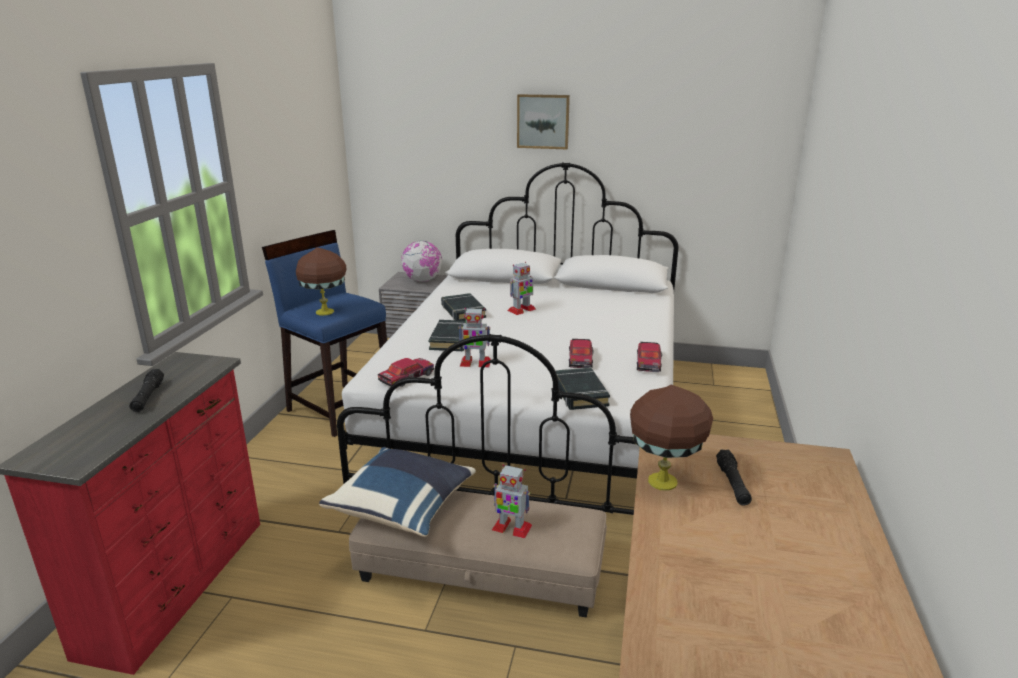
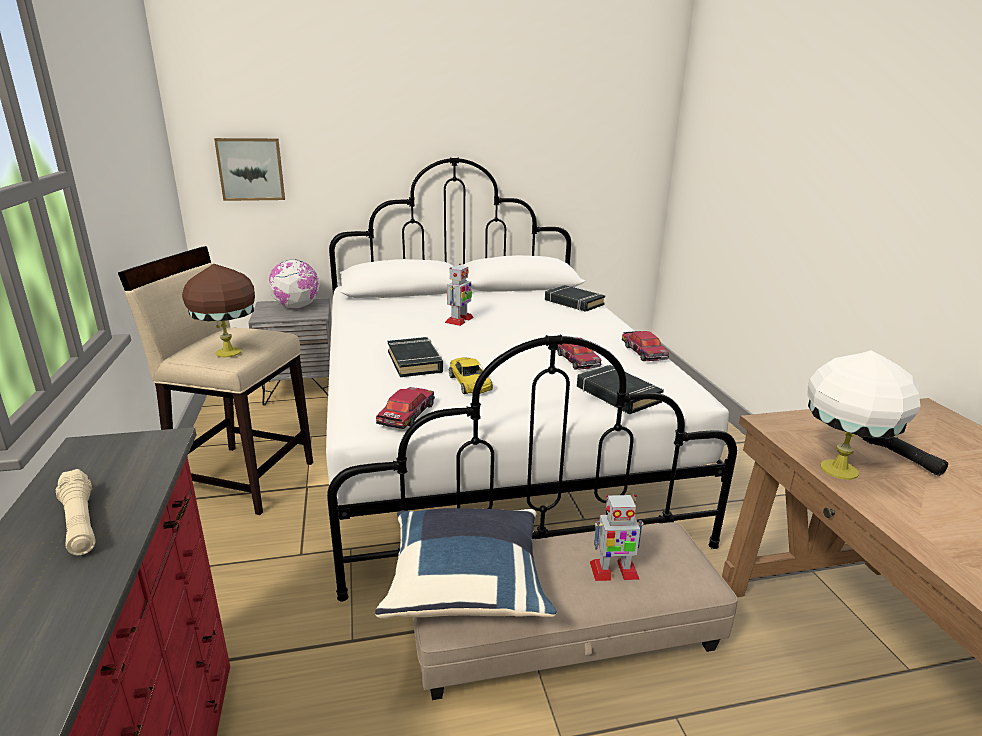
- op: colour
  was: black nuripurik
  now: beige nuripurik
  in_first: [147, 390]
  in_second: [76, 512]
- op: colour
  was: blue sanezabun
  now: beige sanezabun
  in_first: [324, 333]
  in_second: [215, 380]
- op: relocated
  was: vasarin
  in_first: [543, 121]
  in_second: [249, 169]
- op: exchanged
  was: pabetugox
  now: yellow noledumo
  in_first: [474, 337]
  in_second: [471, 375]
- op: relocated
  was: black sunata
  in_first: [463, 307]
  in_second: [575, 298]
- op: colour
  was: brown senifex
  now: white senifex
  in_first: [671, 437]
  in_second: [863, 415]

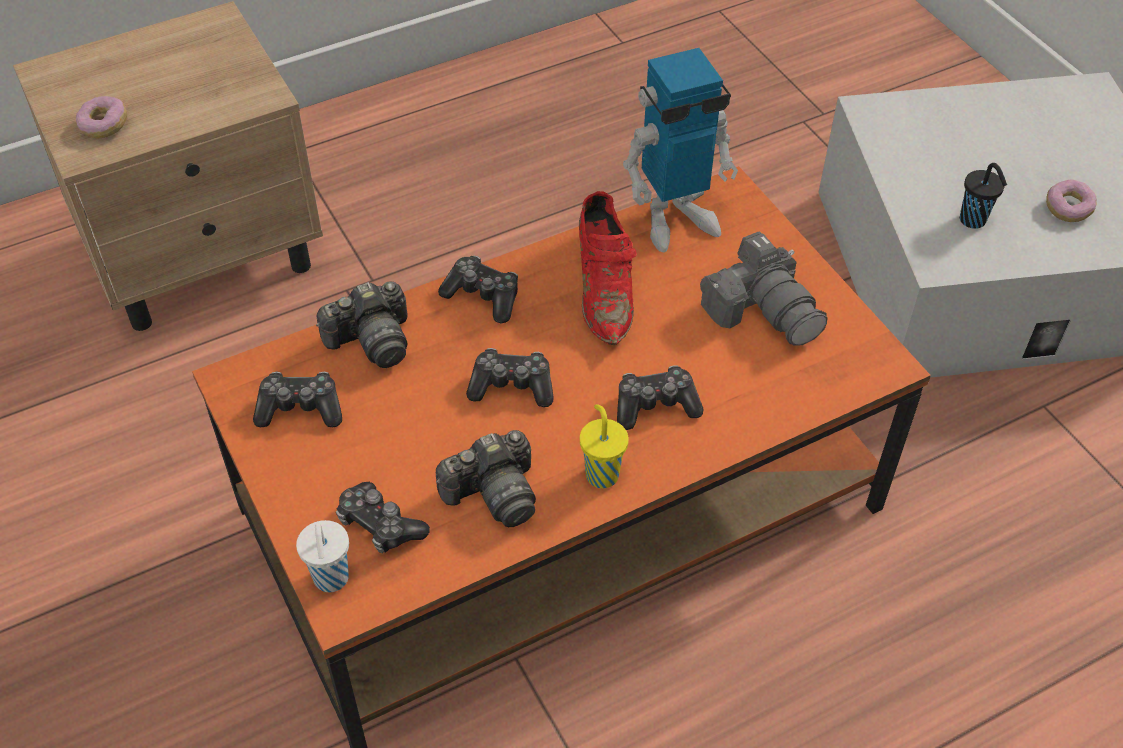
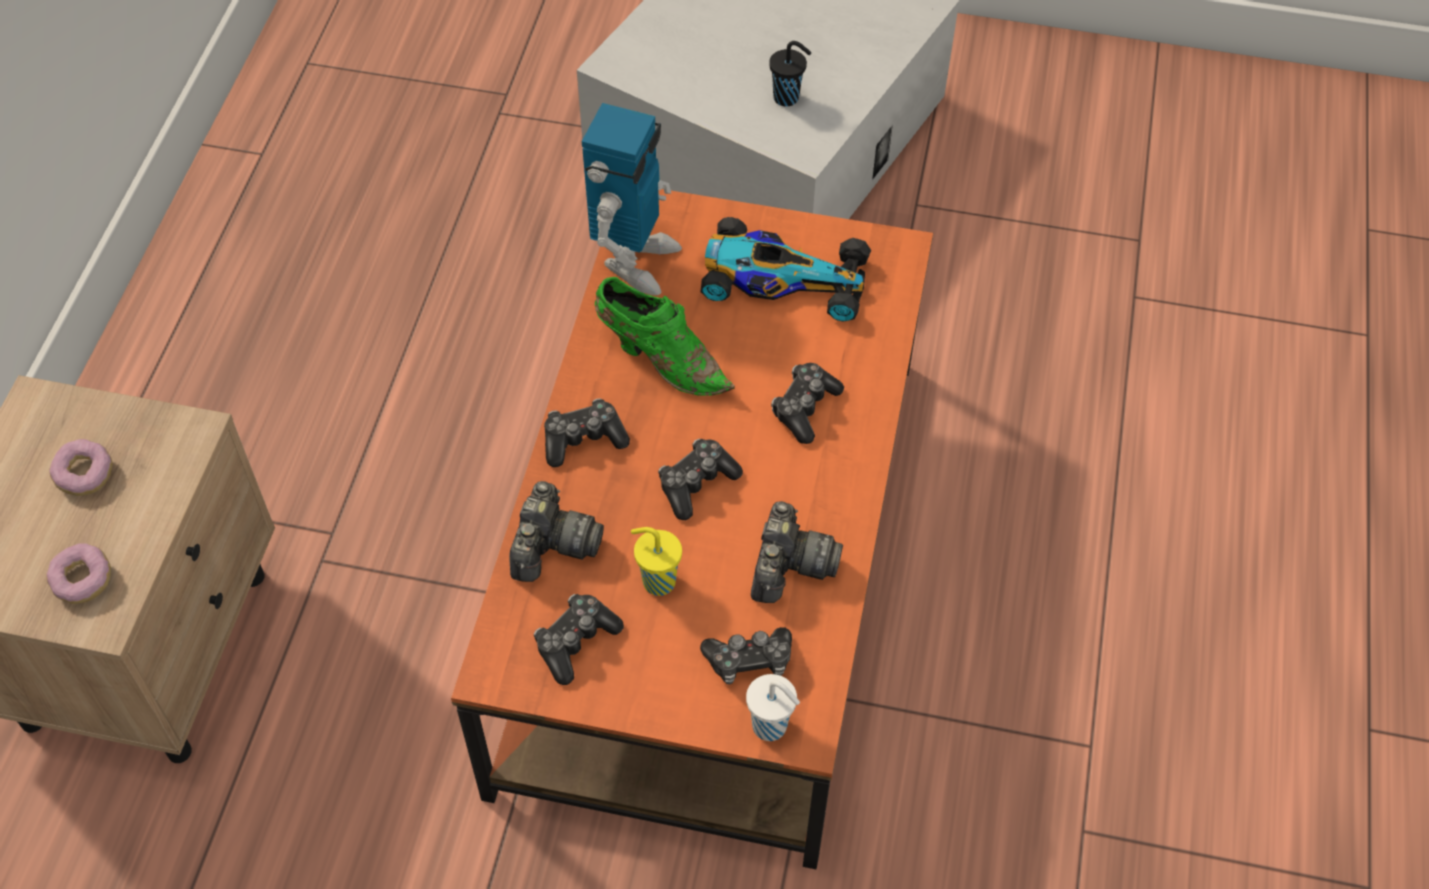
- op: relocated
  was: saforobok
  in_first: [1071, 200]
  in_second: [80, 467]
- op: colour
  was: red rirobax
  now: green rirobax
  in_first: [608, 268]
  in_second: [665, 336]
- op: relocated
  was: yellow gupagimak
  in_first: [604, 446]
  in_second: [656, 561]
- op: exchanged
  was: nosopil
  now: noledumo
  in_first: [764, 289]
  in_second: [786, 269]

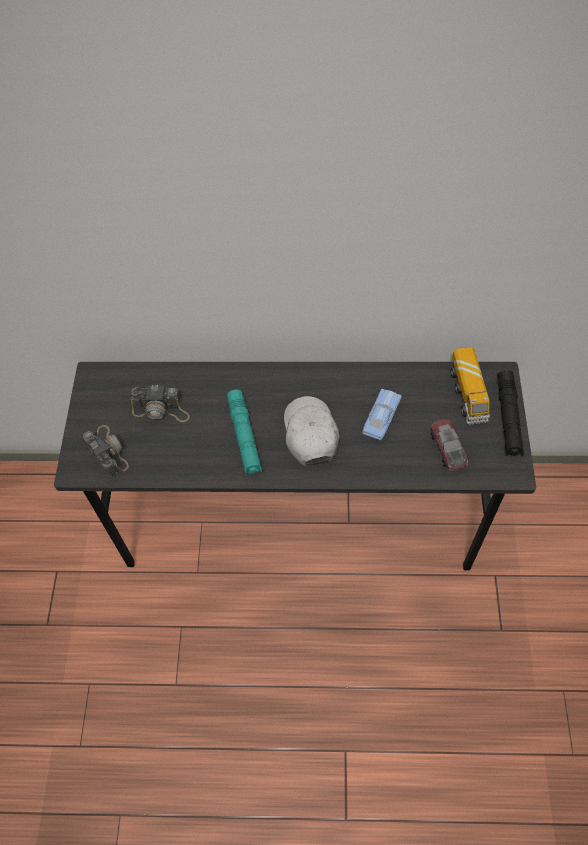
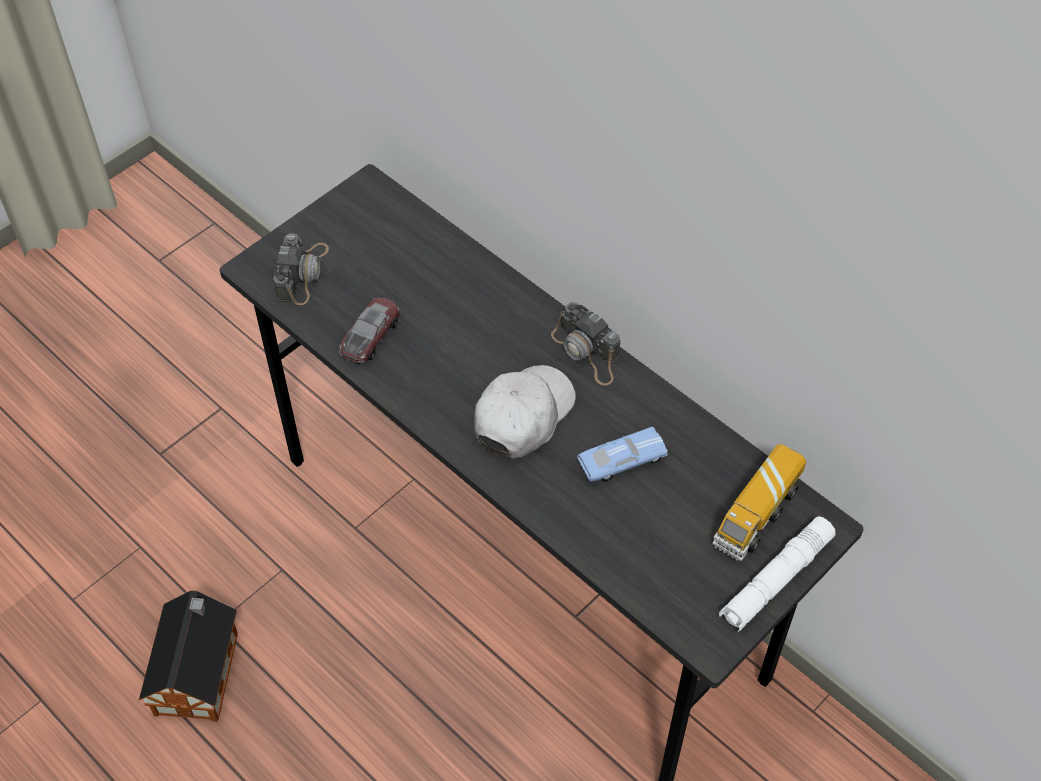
- op: appeared
  now: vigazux
  in_second: [188, 656]
- op: relocated
  was: noledumo
  in_first: [449, 445]
  in_second: [369, 331]
- op: relocated
  was: nosopil
  in_first: [160, 403]
  in_second: [585, 344]
- op: colour
  was: black nuripurik
  now: white nuripurik
  in_first: [510, 413]
  in_second: [777, 574]
- op: missing
  was: turquoise nuripurik
  in_first: [244, 432]

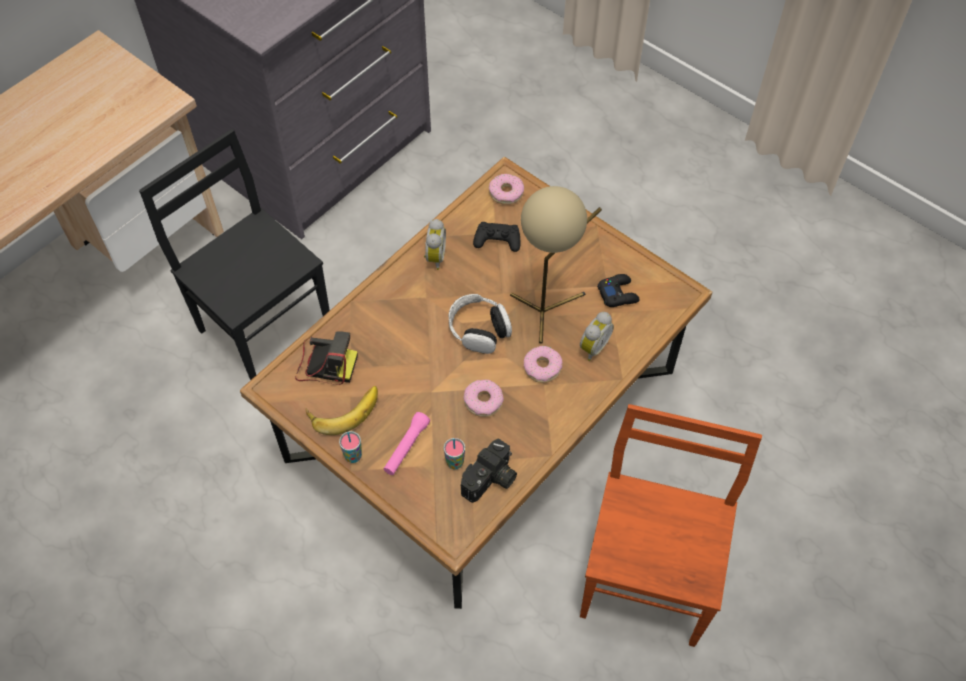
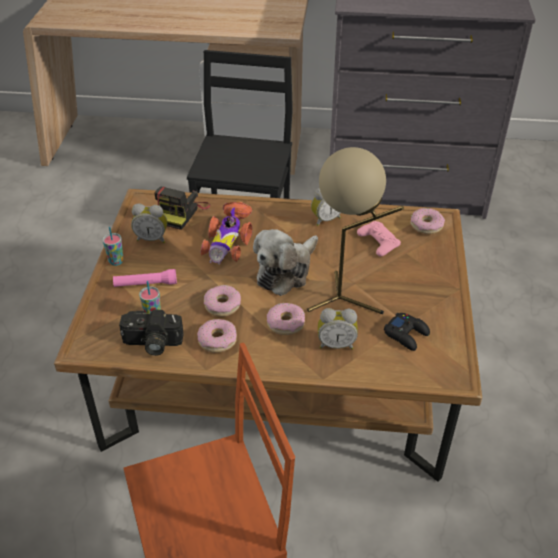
- op: exchanged
  was: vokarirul
  now: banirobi
  in_first: [342, 410]
  in_second: [149, 223]
- op: spun
  was: nosopil
  in_first: [326, 358]
  in_second: [182, 208]
  clockwise: 45
- op: appeared
  now: saforobok
  in_second: [217, 336]
- op: appeared
  now: noledumo
  in_second: [227, 233]
- op: exchanged
  was: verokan
  now: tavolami
  in_first: [480, 324]
  in_second: [285, 262]
- op: colour
  was: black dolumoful
  now: pink dolumoful
  in_first: [497, 237]
  in_second: [379, 238]

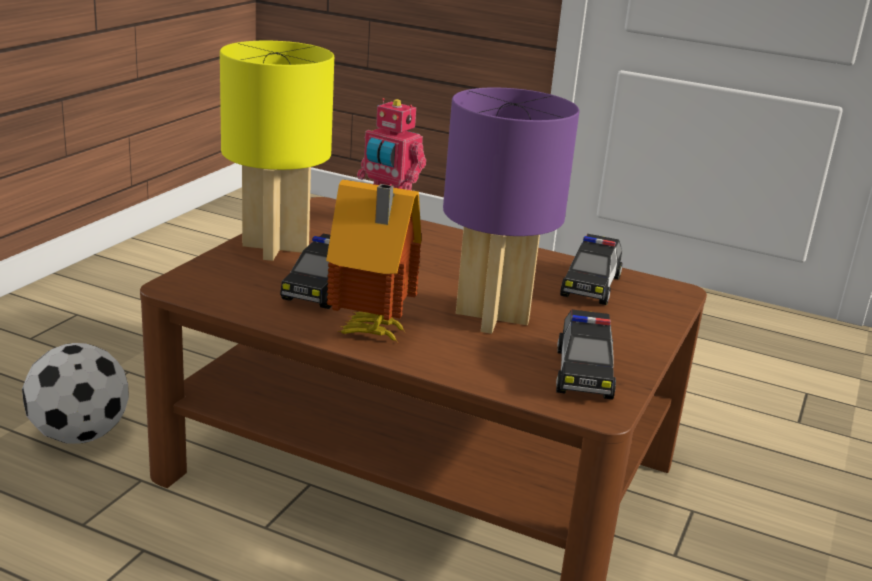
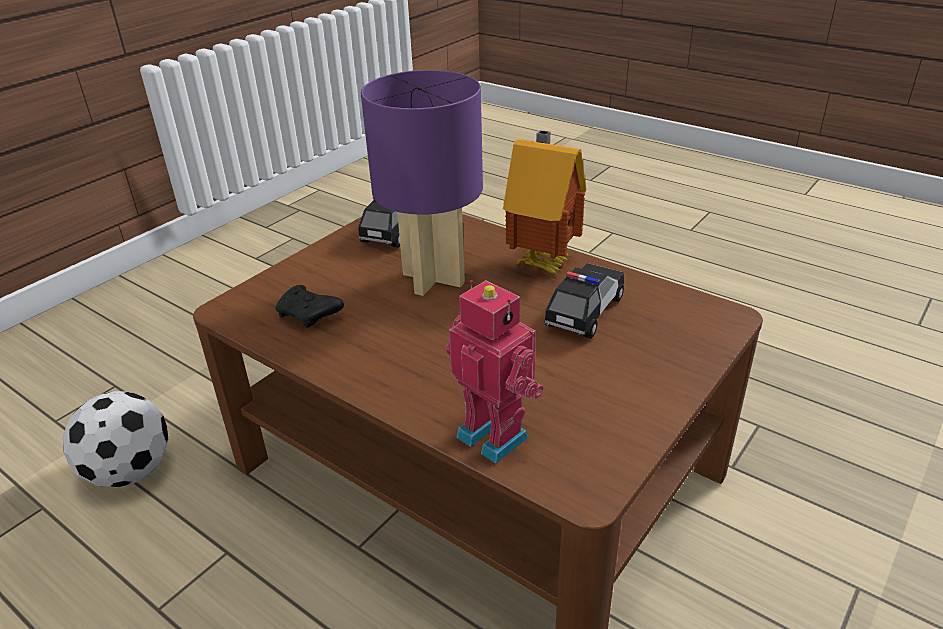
- op: relocated
  was: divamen
  in_first: [75, 393]
  in_second: [116, 439]
- op: exchanged
  was: noledumo
  now: black dolumoful
  in_first: [591, 269]
  in_second: [309, 306]
- op: missing
  was: yellow senifex
  in_first: [277, 151]

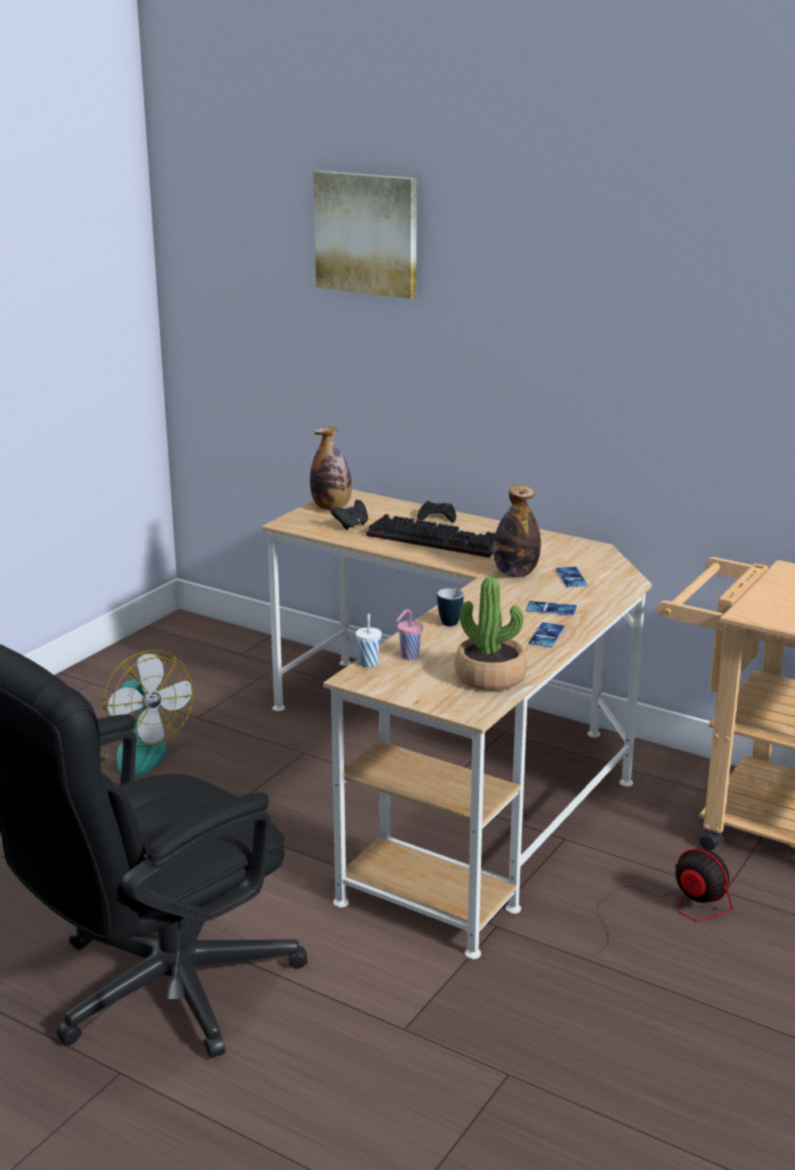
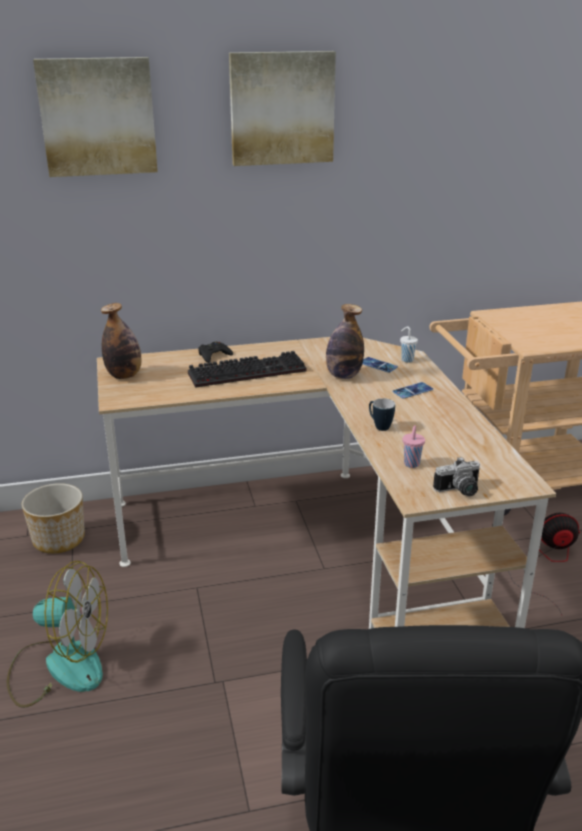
- op: appeared
  now: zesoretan
  in_second: [53, 518]
- op: appeared
  now: vasarin
  in_second: [282, 108]
- op: relocated
  was: white gupagimak
  in_first: [369, 640]
  in_second: [409, 344]
- op: appeared
  now: nosopil
  in_second: [456, 476]
- op: missing
  was: black dolumoful
  in_first: [349, 515]
- op: missing
  was: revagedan
  in_first: [490, 634]
- op: missing
  was: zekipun
  in_first: [547, 635]

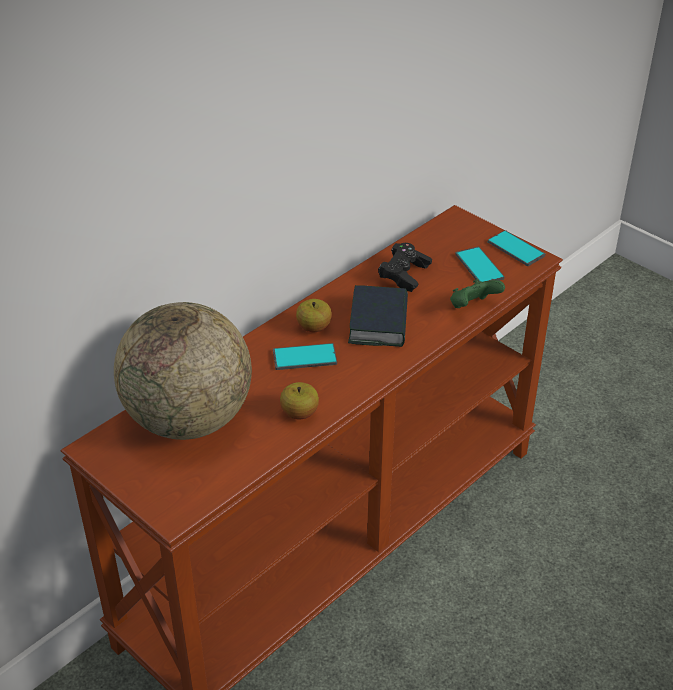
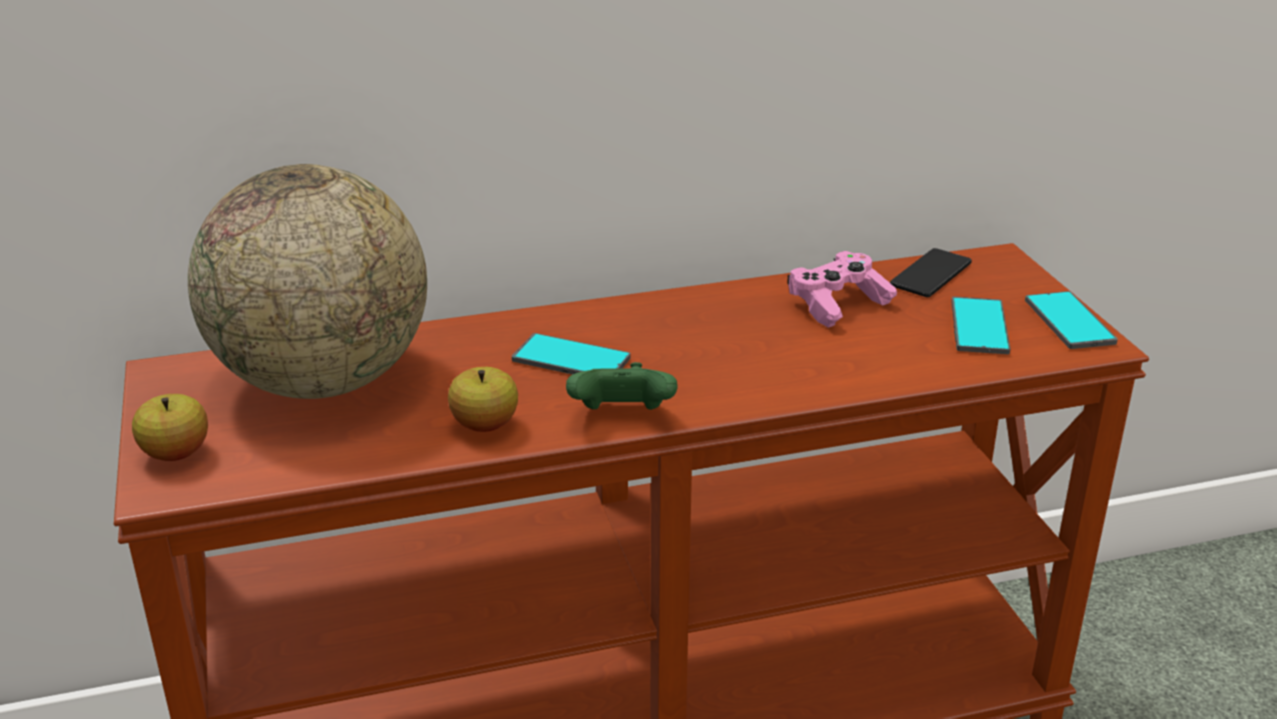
- op: relocated
  was: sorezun
  in_first: [314, 315]
  in_second: [170, 427]
- op: relocated
  was: green dolumoful
  in_first: [477, 293]
  in_second: [621, 386]
- op: colour
  was: black dolumoful
  now: pink dolumoful
  in_first: [405, 267]
  in_second: [842, 289]
- op: appeared
  now: zekipun
  in_second: [931, 272]
- op: missing
  was: sunata
  in_first: [378, 316]

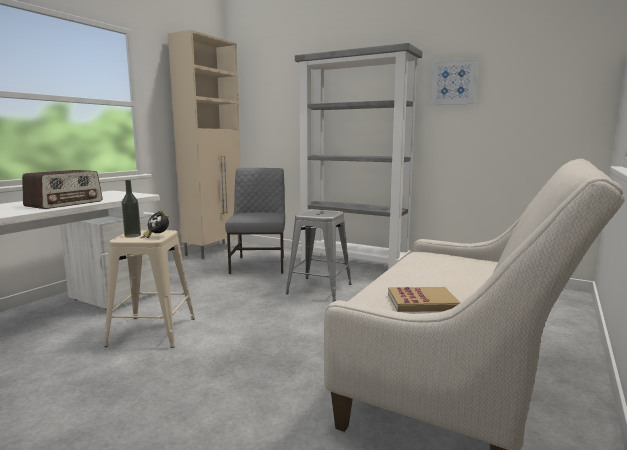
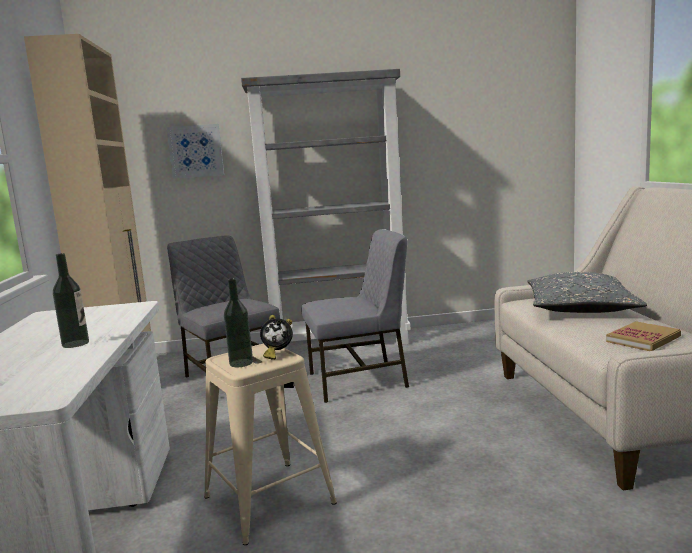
- op: exchanged
  was: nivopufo
  now: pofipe
  in_first: [62, 189]
  in_second: [71, 300]
- op: relocated
  was: vasarin
  in_first: [454, 81]
  in_second: [195, 151]
- op: exchanged
  was: grey sanezabun
  now: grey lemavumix
  in_first: [319, 255]
  in_second: [355, 316]
- op: appeared
  now: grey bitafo
  in_second: [587, 292]

